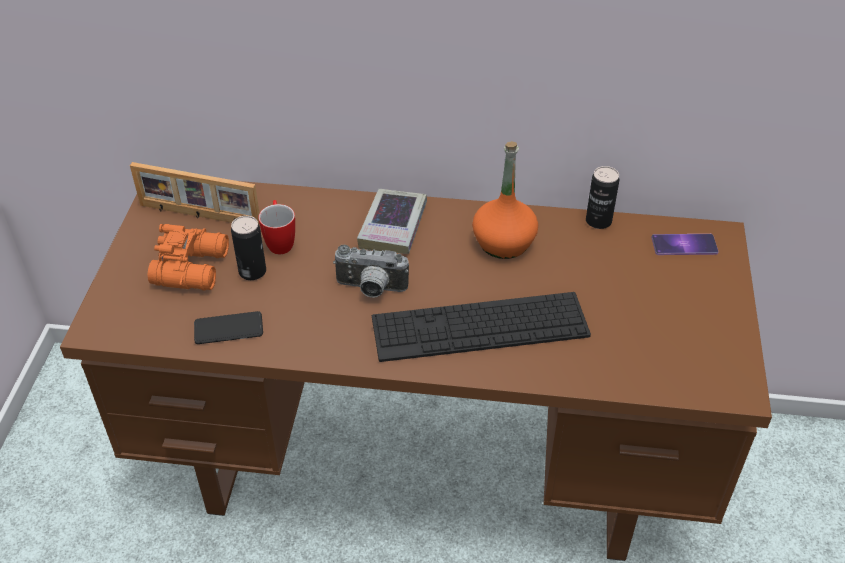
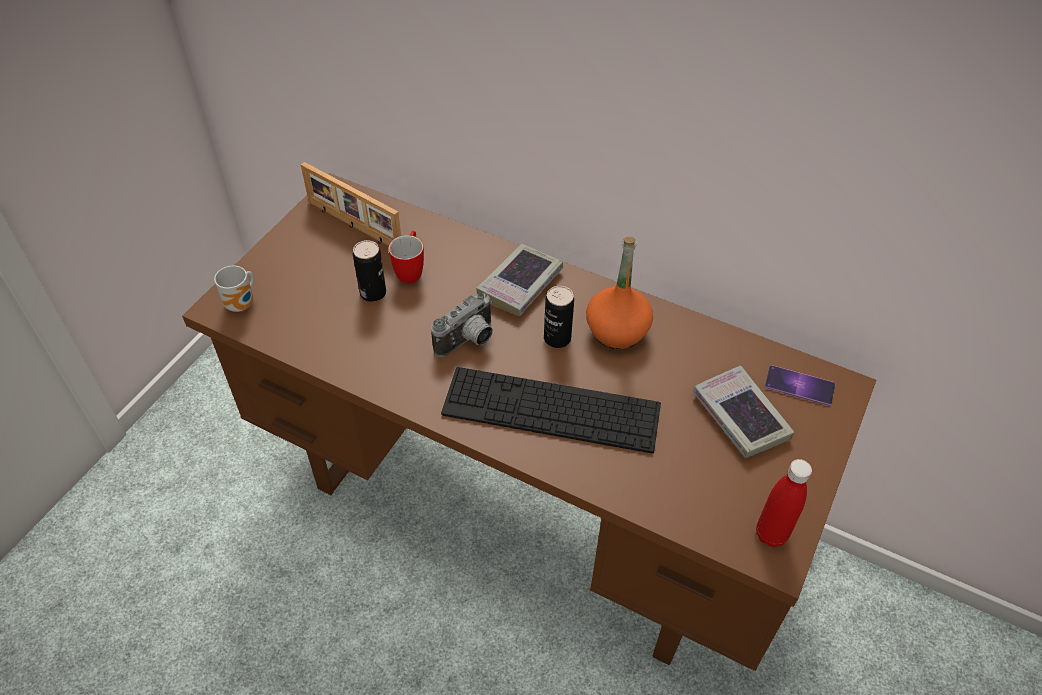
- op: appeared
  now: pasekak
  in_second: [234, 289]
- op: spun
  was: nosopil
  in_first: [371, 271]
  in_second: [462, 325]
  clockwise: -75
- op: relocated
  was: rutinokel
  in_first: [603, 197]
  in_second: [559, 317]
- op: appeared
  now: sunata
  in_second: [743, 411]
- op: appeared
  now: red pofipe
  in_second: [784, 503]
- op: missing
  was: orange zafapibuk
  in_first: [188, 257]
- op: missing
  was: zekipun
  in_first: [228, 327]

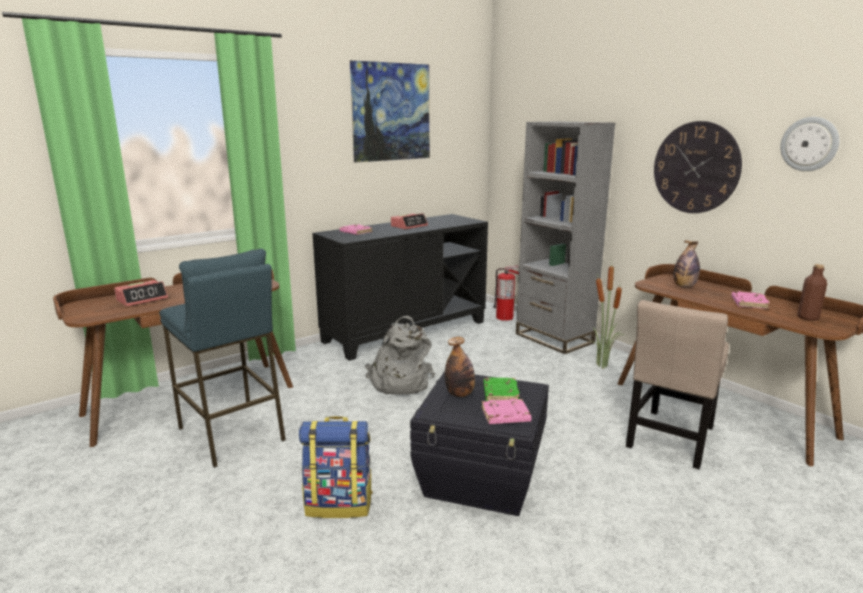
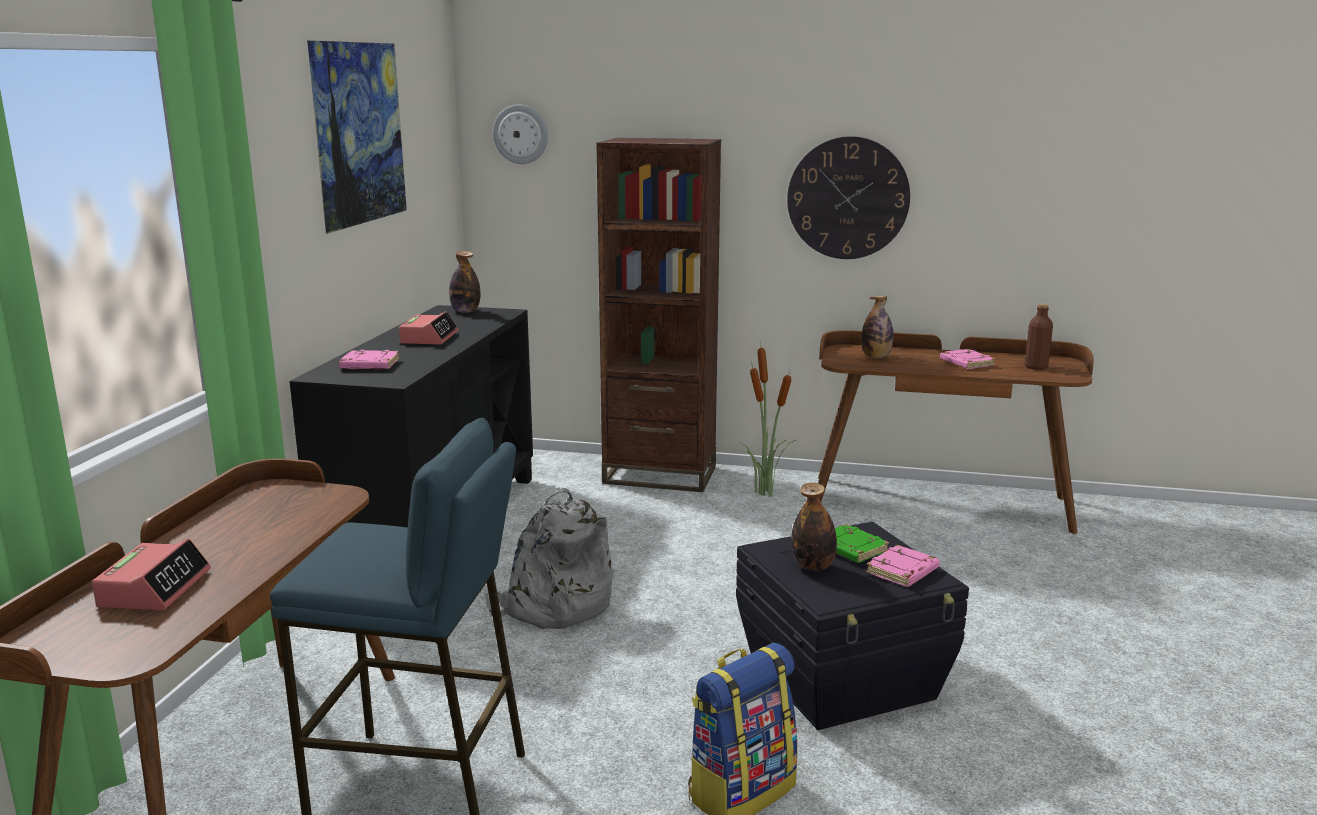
- op: appeared
  now: pofipe
  in_second: [465, 282]
- op: relocated
  was: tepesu
  in_first: [809, 144]
  in_second: [520, 134]
- op: colour
  was: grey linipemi
  now: brown linipemi
  in_first: [566, 237]
  in_second: [658, 315]
- op: missing
  was: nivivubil
  in_first: [506, 293]
- op: missing
  was: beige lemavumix
  in_first: [677, 384]

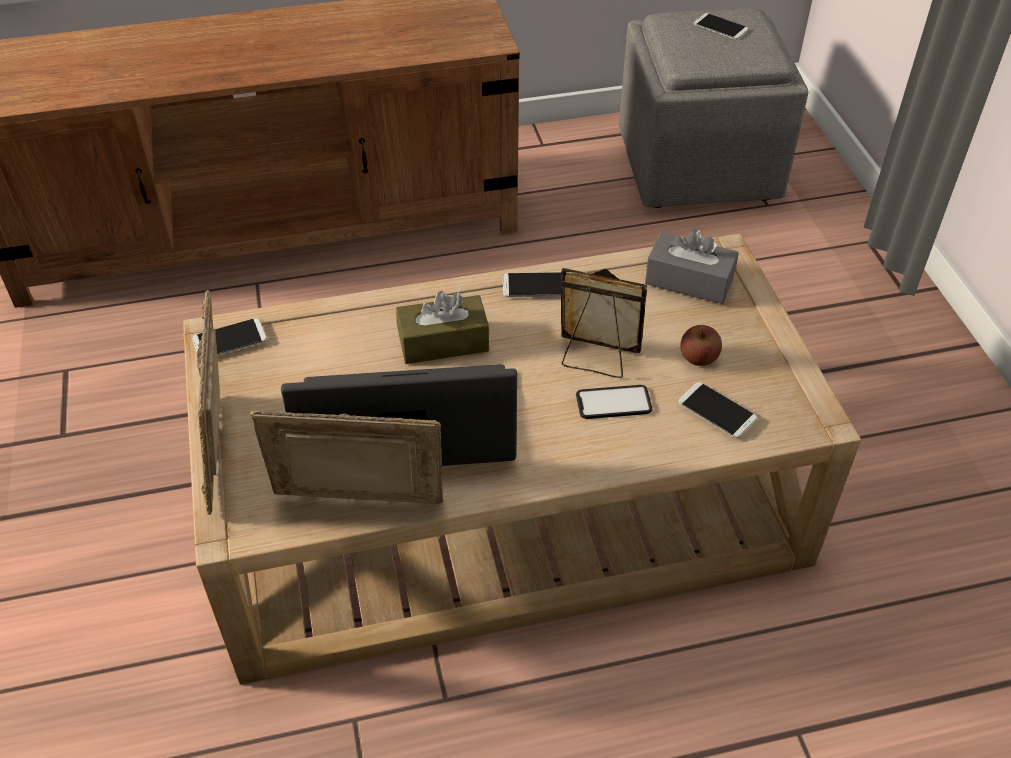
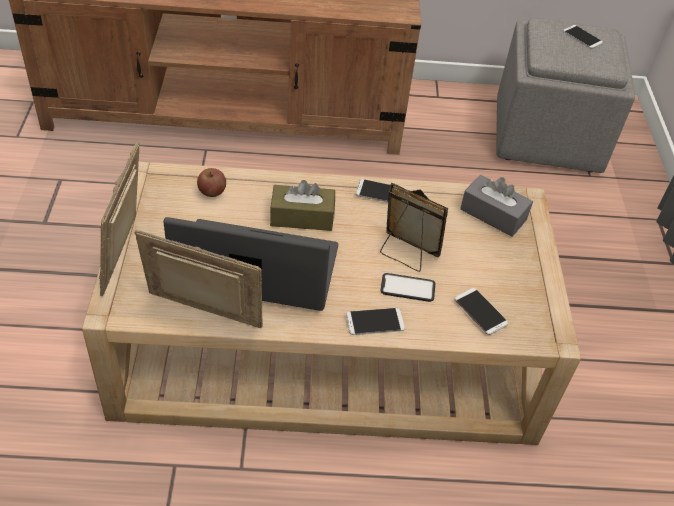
- op: relocated
  was: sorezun
  in_first: [701, 345]
  in_second: [211, 182]
- op: relocated
  was: zekipun
  in_first: [229, 337]
  in_second: [375, 321]

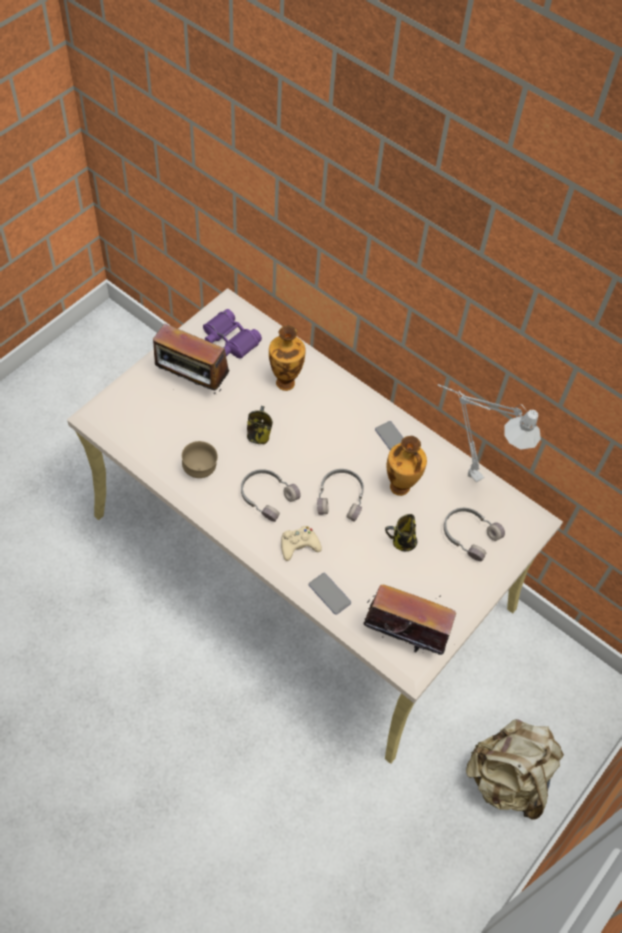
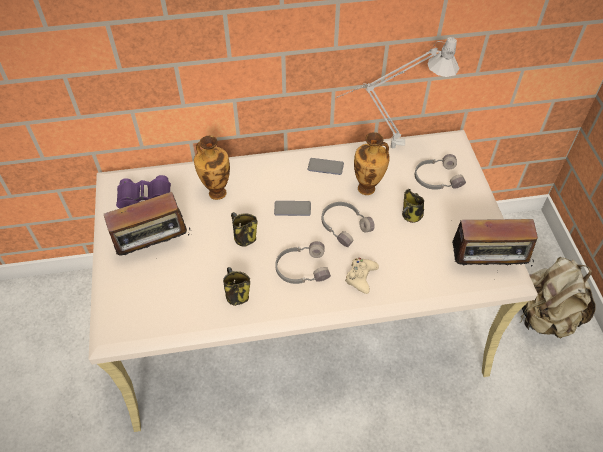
- op: exchanged
  was: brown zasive
  now: pasekak
  in_first: [200, 459]
  in_second: [236, 286]
- op: relocated
  was: zekipun
  in_first: [330, 594]
  in_second: [292, 208]
- op: spun
  was: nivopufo
  in_first: [409, 619]
  in_second: [494, 239]
  clockwise: -150

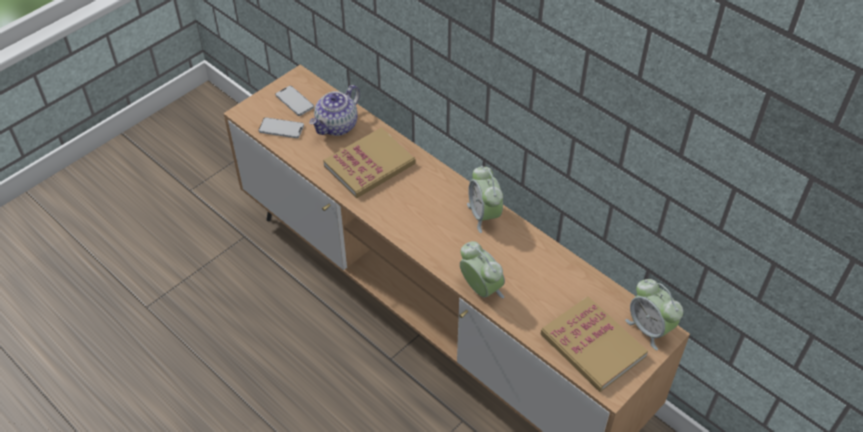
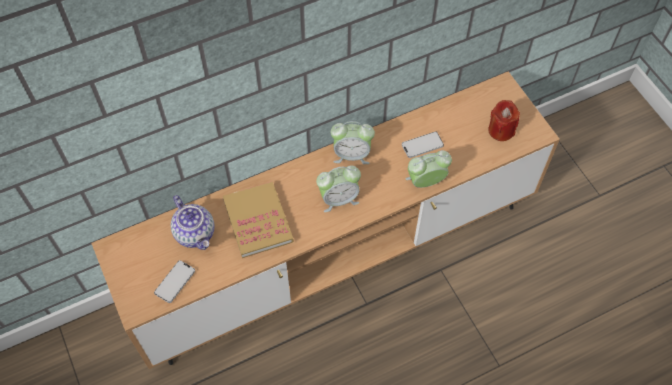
- op: relocated
  was: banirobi
  in_first: [654, 314]
  in_second: [338, 188]
- op: relocated
  was: zekipun
  in_first: [294, 101]
  in_second: [423, 144]
- op: exchanged
  was: sunata
  now: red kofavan
  in_first: [594, 344]
  in_second: [504, 120]

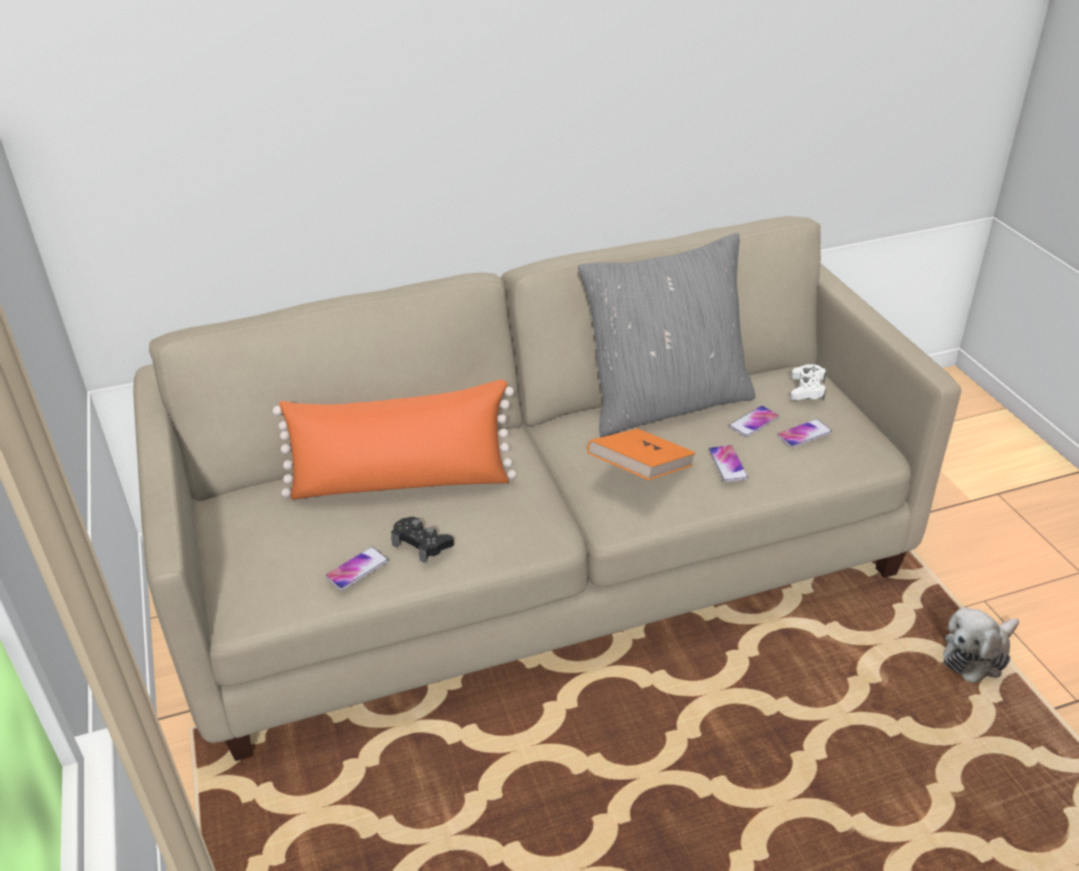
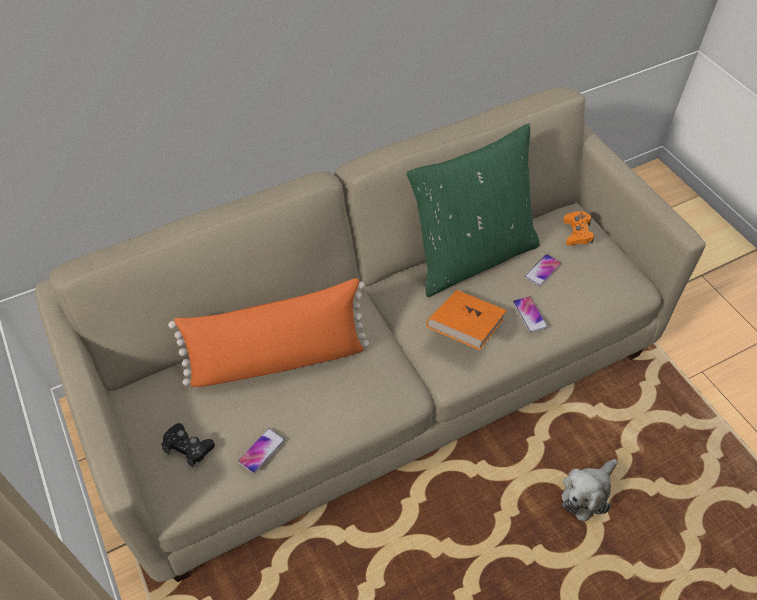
- op: relocated
  was: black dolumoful
  in_first: [422, 540]
  in_second: [188, 445]
- op: colour
  was: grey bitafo
  now: green bitafo
  in_first: [666, 335]
  in_second: [473, 210]
- op: relocated
  was: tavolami
  in_first: [981, 645]
  in_second: [590, 490]
- op: colour
  was: white dolumoful
  now: orange dolumoful
  in_first: [808, 382]
  in_second: [578, 228]
- op: missing
  was: zekipun
  in_first: [804, 433]

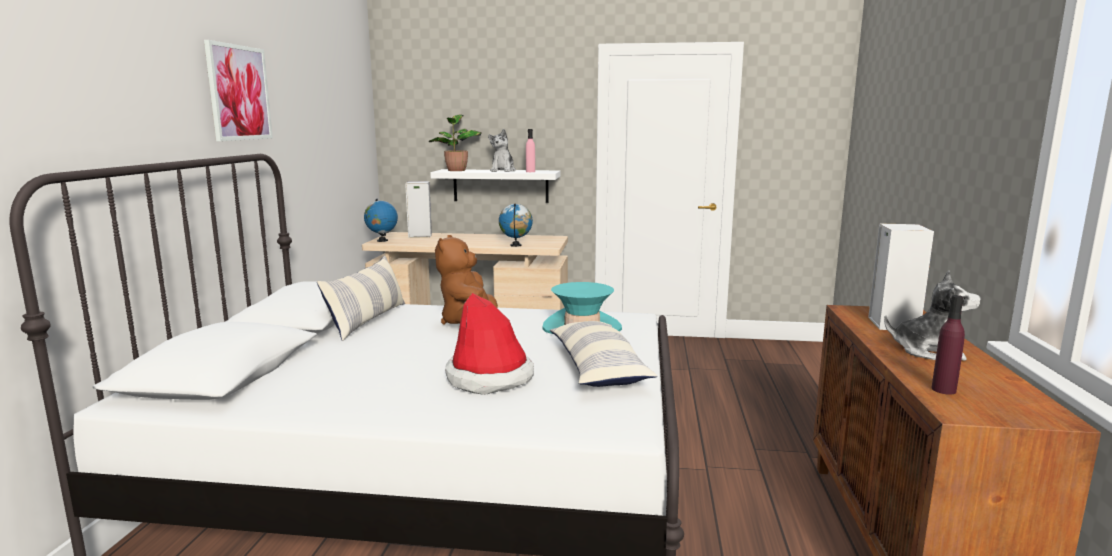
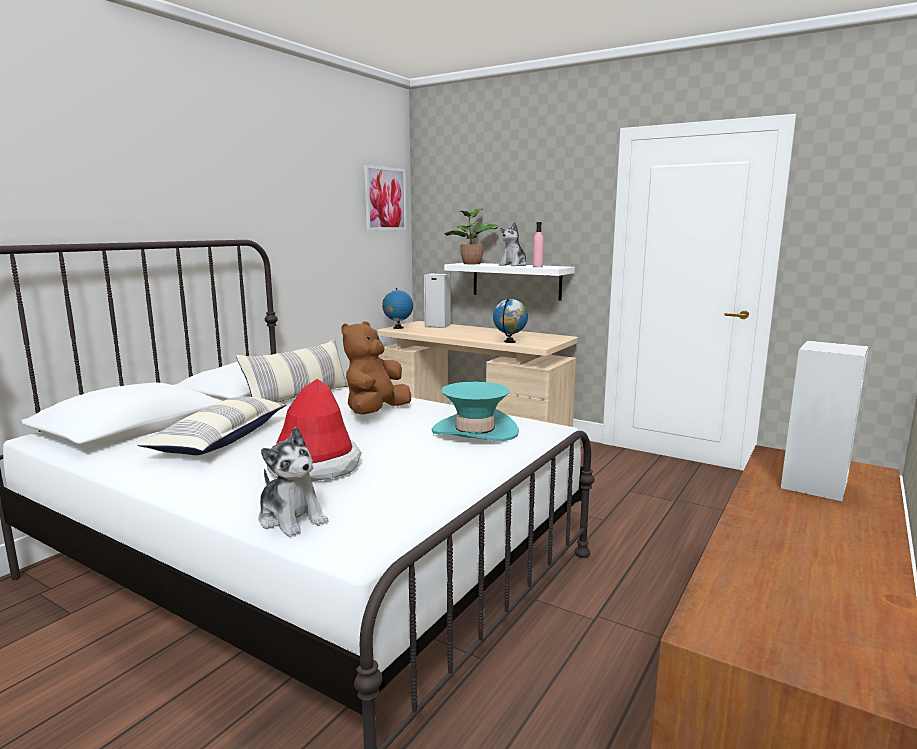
- op: relocated
  was: bitafo
  in_first: [604, 354]
  in_second: [211, 426]
- op: relocated
  was: tavolami
  in_first: [932, 315]
  in_second: [293, 482]
- op: relocated
  was: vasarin
  in_first: [238, 90]
  in_second: [385, 198]
- op: missing
  was: purple pofipe
  in_first: [948, 345]

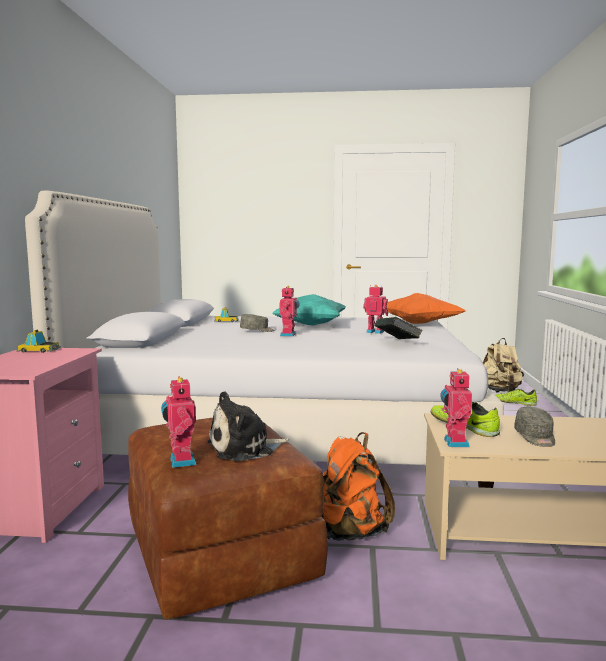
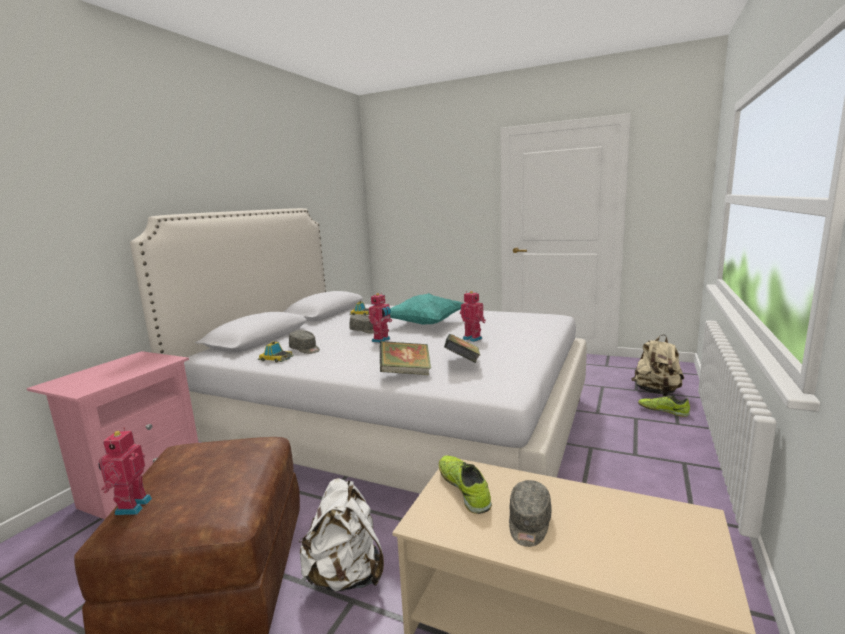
- op: relocated
  was: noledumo
  in_first: [38, 341]
  in_second: [276, 352]
- op: appeared
  now: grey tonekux
  in_second: [304, 342]
- op: colour
  was: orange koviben
  now: white koviben
  in_first: [358, 486]
  in_second: [341, 535]
- op: appeared
  now: sunata
  in_second: [405, 358]
- op: missing
  was: tavolami
  in_first: [248, 426]
- op: missing
  was: orange bitafo
  in_first: [426, 308]
- op: missing
  was: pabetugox
  in_first: [456, 407]

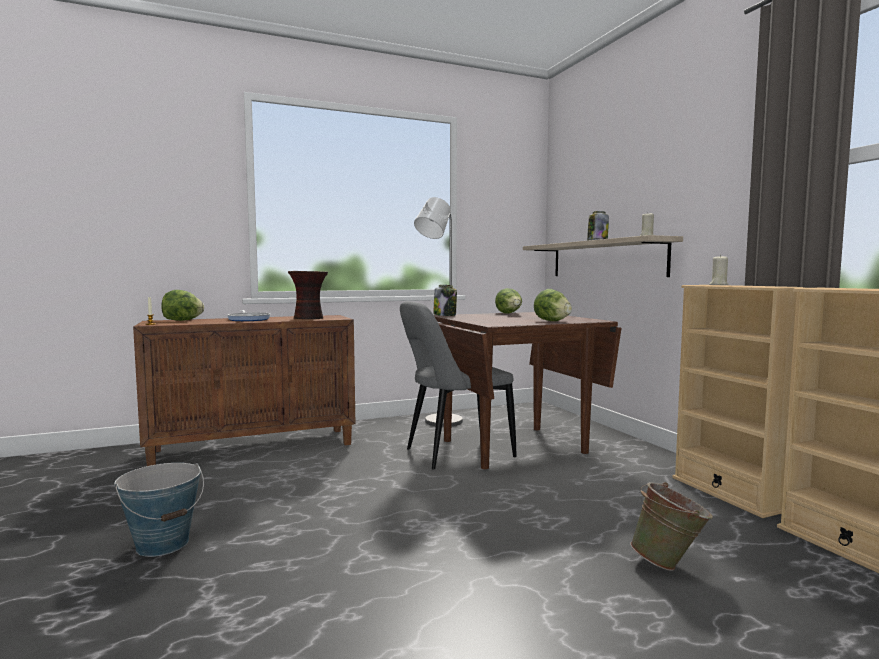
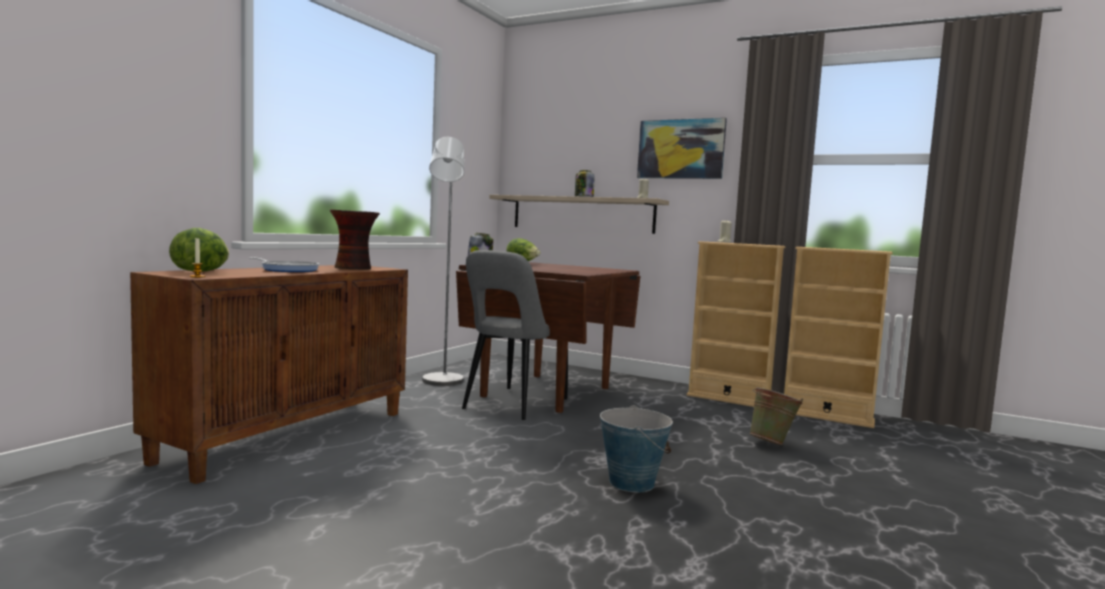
- op: relocated
  was: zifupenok
  in_first: [159, 510]
  in_second: [636, 449]
- op: appeared
  now: vasarin
  in_second: [682, 148]
- op: missing
  was: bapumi
  in_first: [553, 305]

